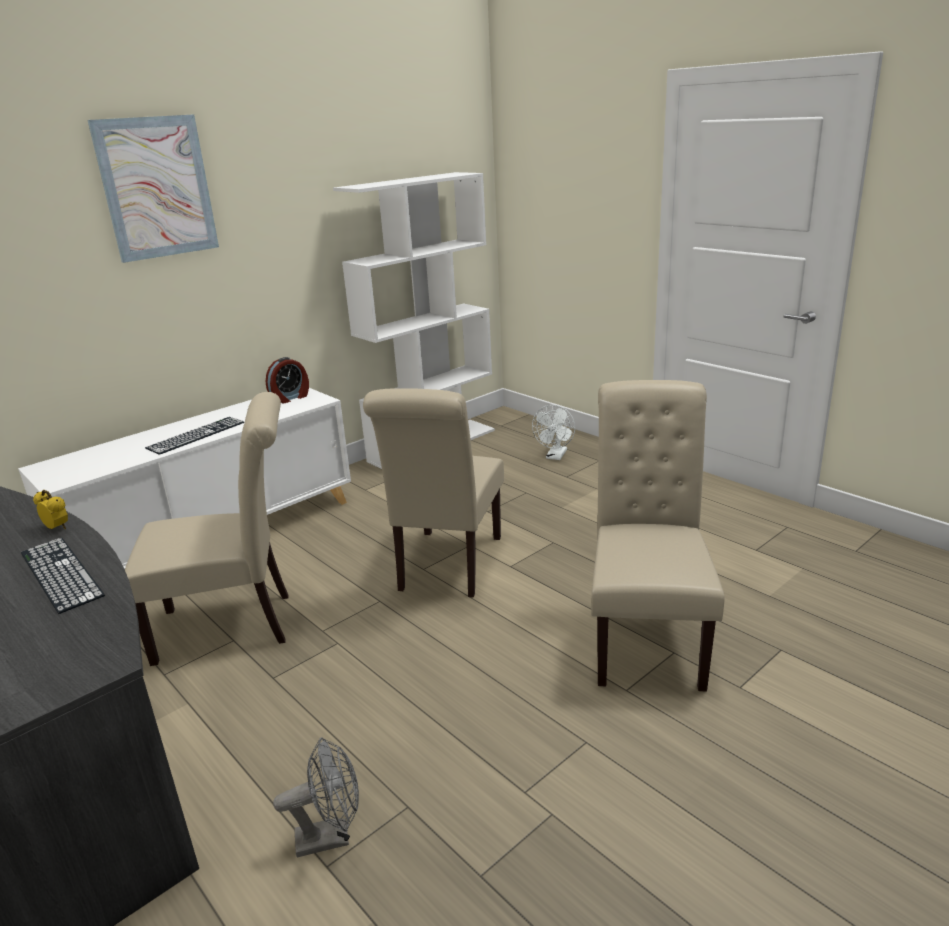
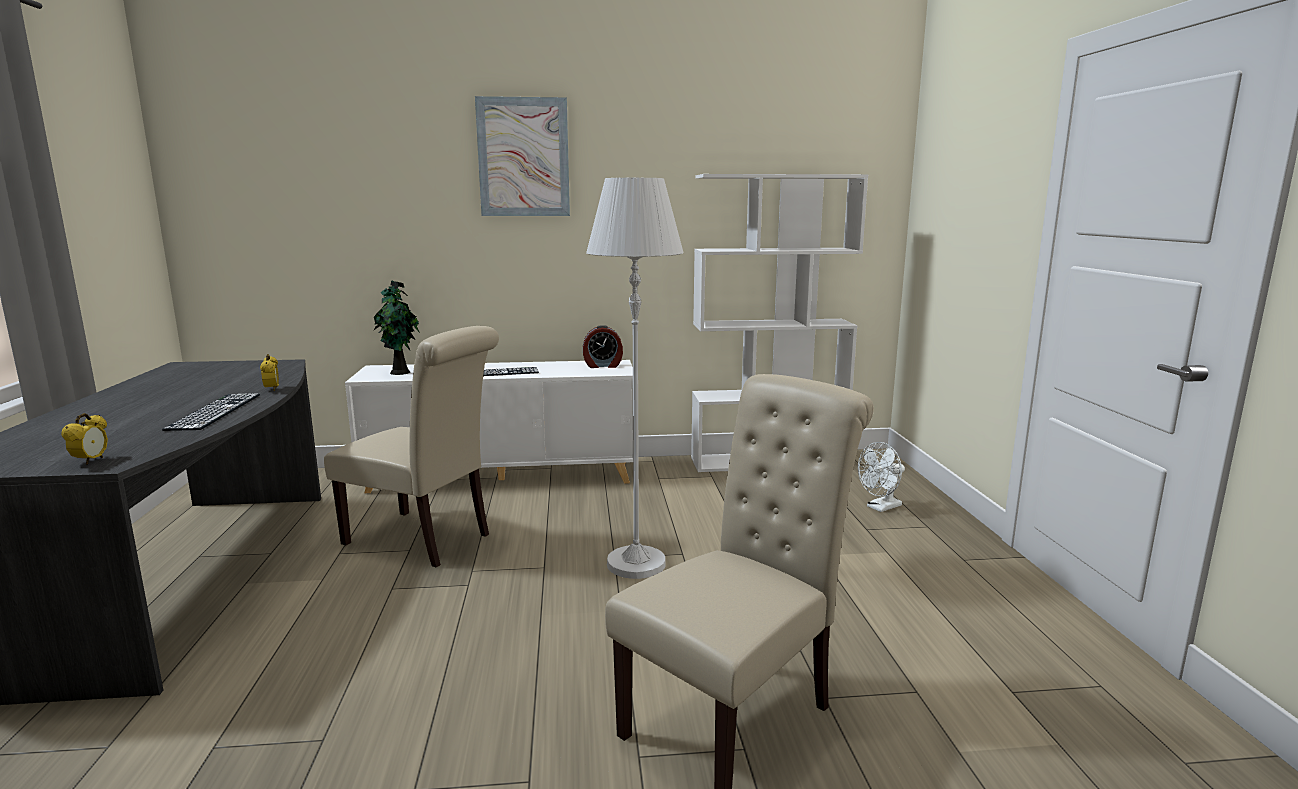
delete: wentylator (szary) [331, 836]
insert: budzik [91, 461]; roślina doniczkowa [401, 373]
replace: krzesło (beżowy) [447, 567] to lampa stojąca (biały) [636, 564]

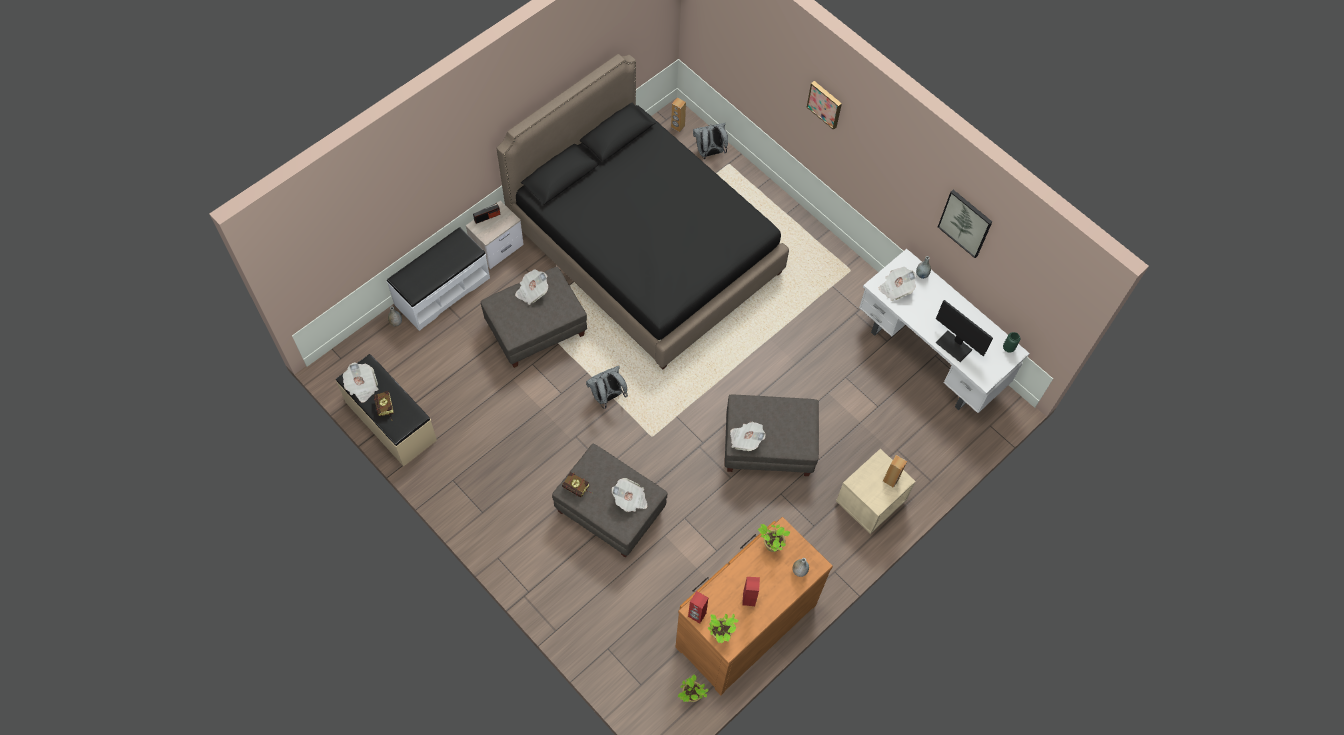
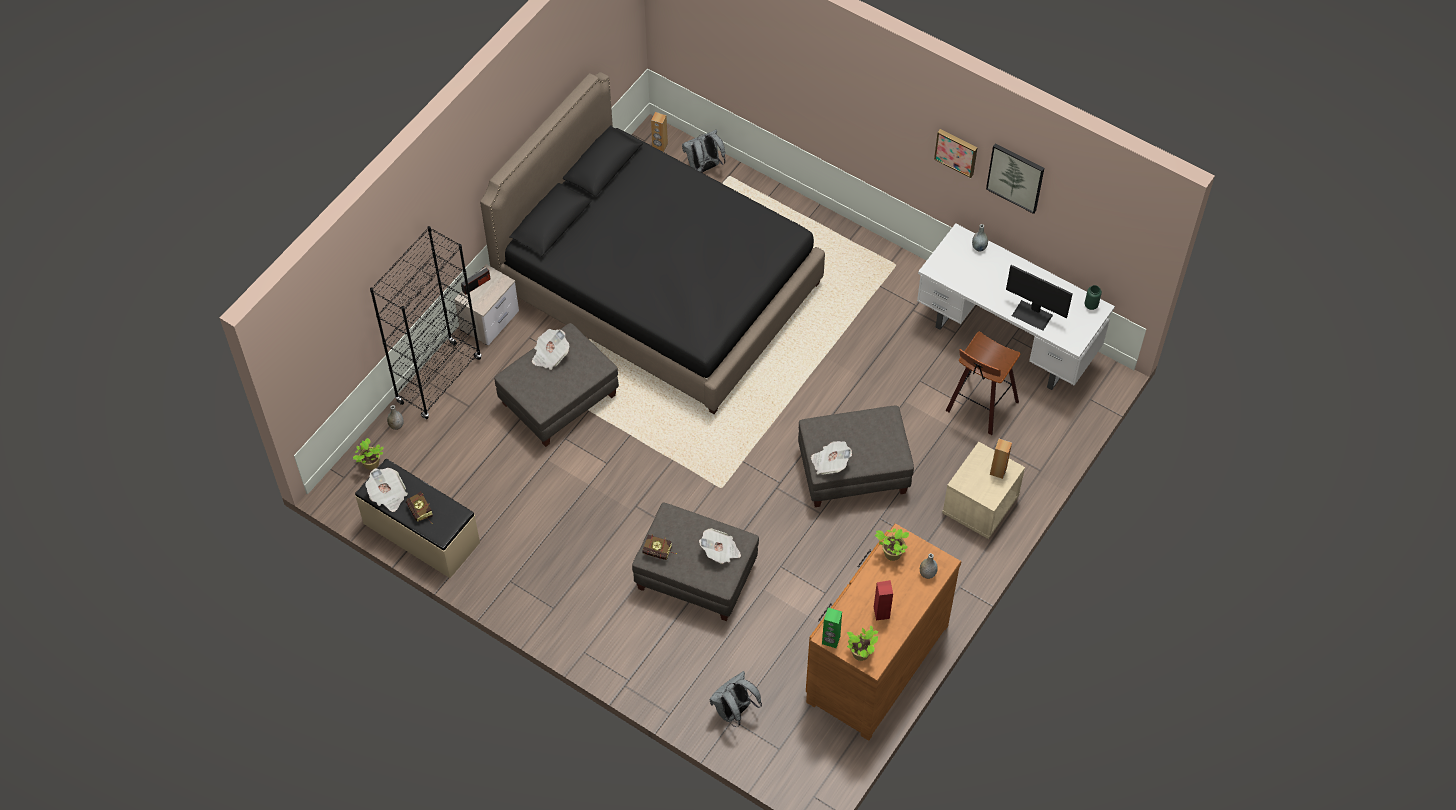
delete: gazeta [895, 288]
insert: stołek [979, 407]
move: plecak (szary) [607, 397] to [734, 711]; roślina doniczkowa [691, 696] to [371, 464]; obraz [825, 104] to [956, 151]
replace: ławka (biały) [442, 291] to regał (czarny) [439, 380]
recolor: głośnik (czerwony) [697, 615] to głośnik (zielony) [831, 640]

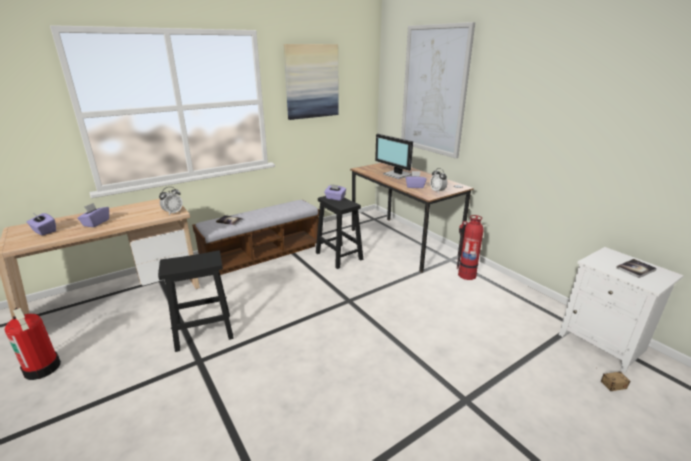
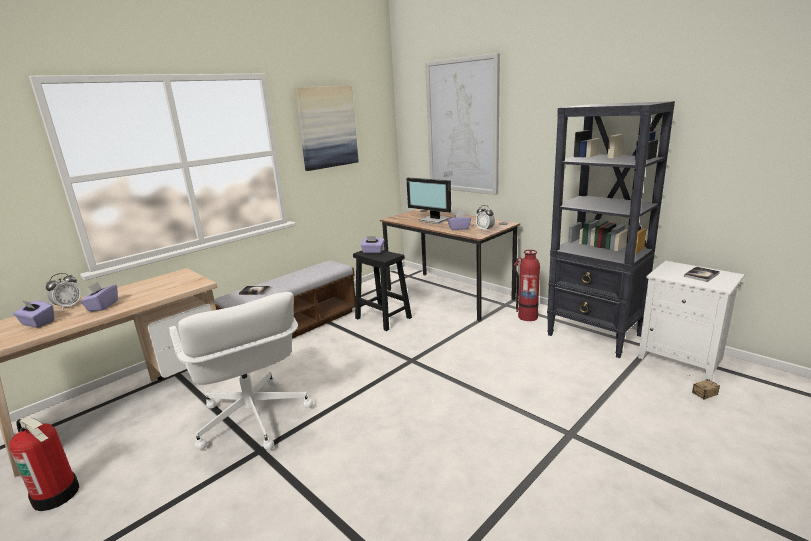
insert: regał (czarny) [595, 335]
move: budzik [173, 212] to [68, 306]
replace: stołek (czarny) [202, 332] to krzesło biurowe (biały) [252, 419]

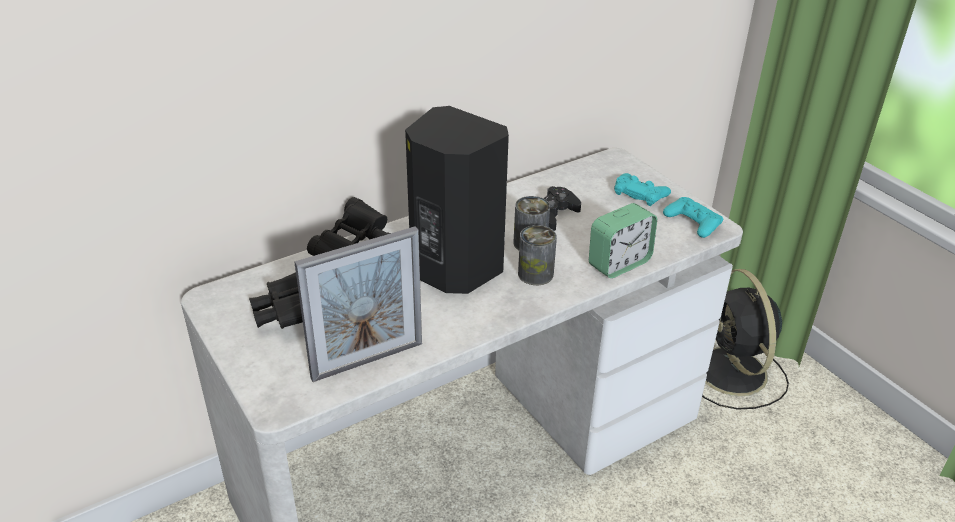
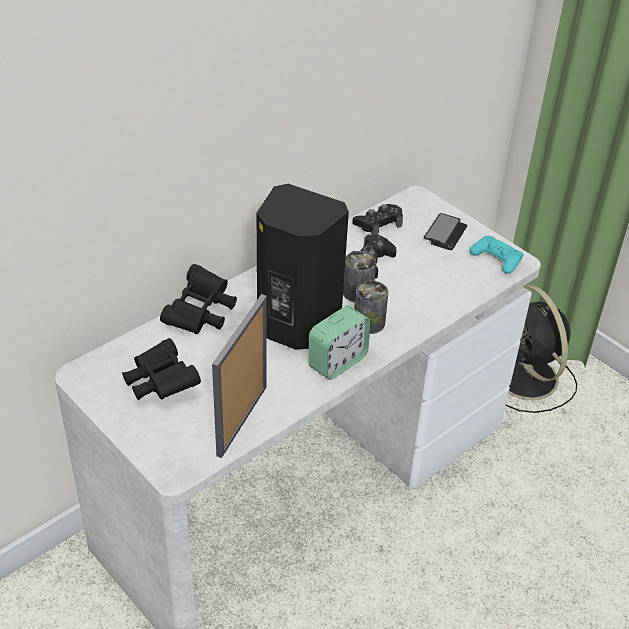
insert: pad do gier (czarny) [378, 224]
move: budzik [619, 263] to [337, 362]
replace: pad do gier (turkusowy) [640, 193] to telefon [445, 233]
rotate: ramka na zdjęcie [367, 361] = [242, 420] 150 degrees clockwise

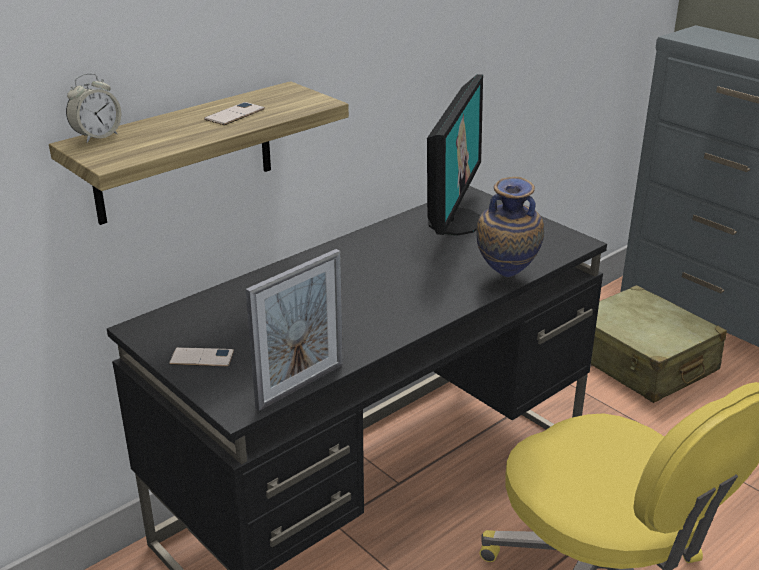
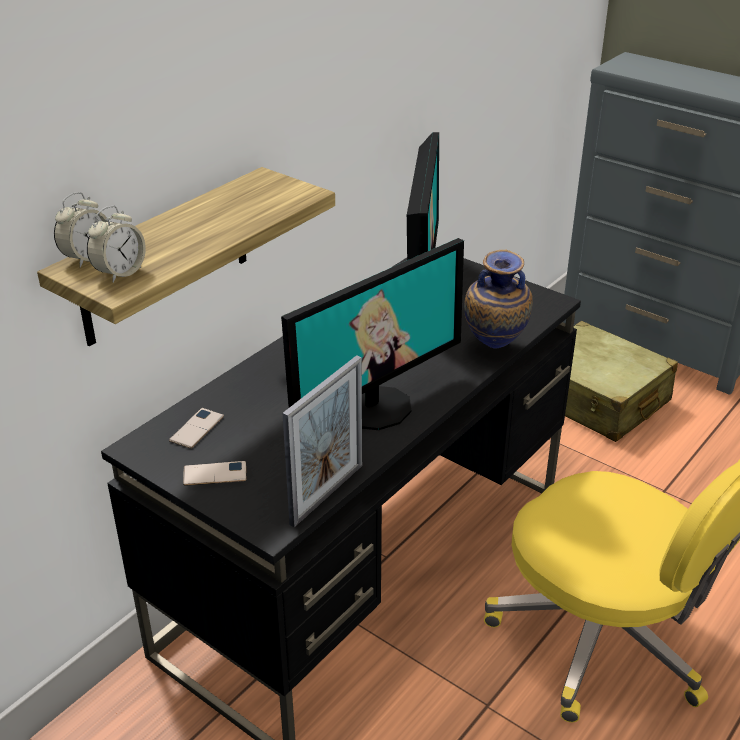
insert: budzik [120, 273]; monitor [375, 407]
move: telefon [235, 114] to [197, 428]

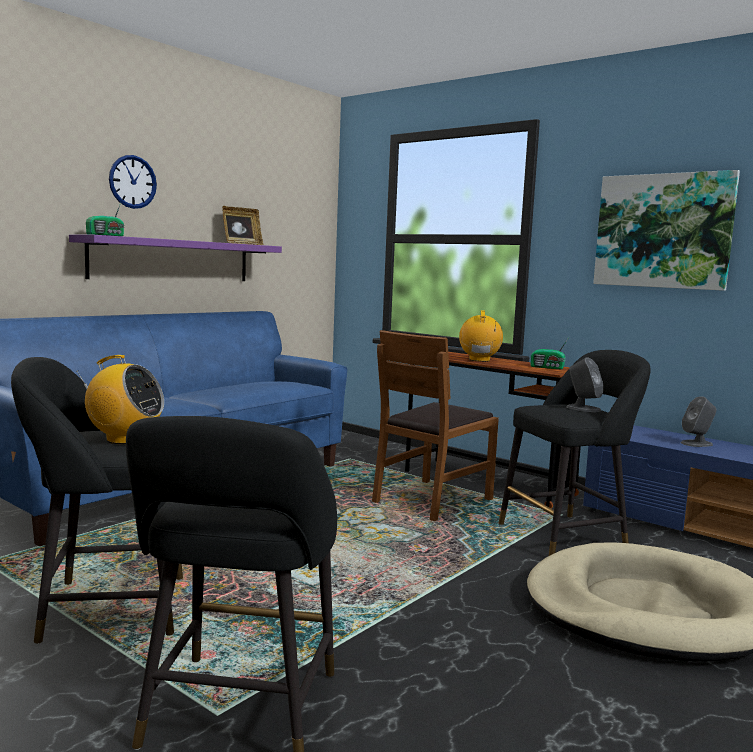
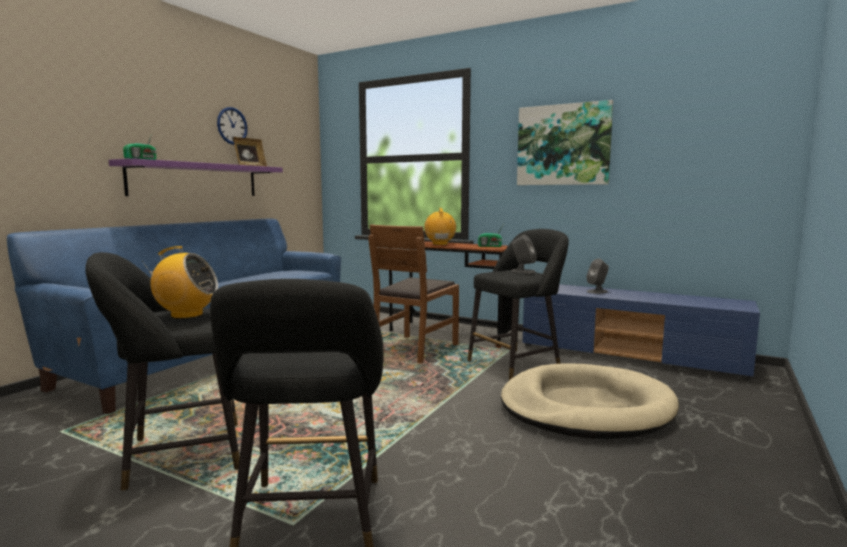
move: zegar ścienny [132, 182] to [232, 126]

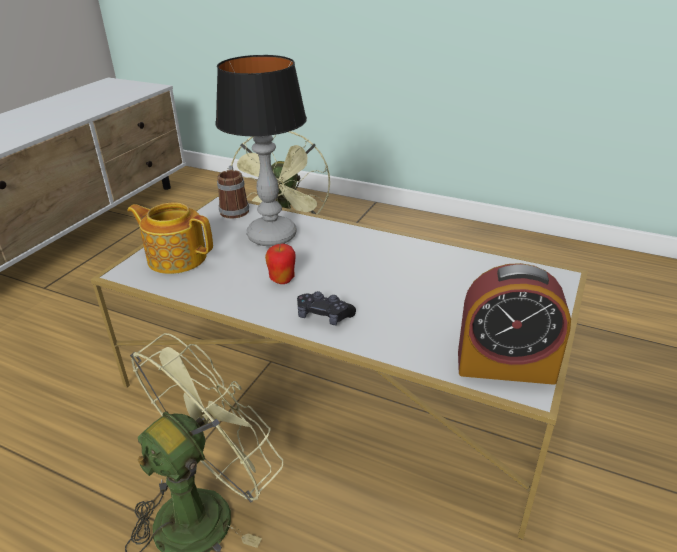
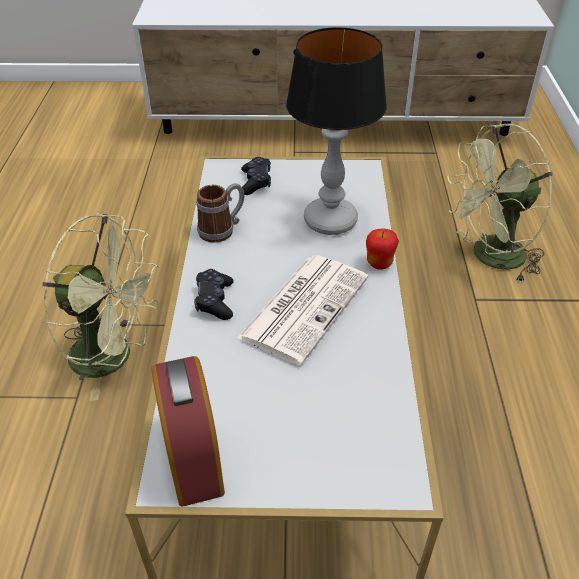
insert: gazeta [304, 306]
move: kubek [234, 209] to [222, 229]; jabłko [282, 279] to [379, 264]
replace: imbryk [176, 257] to pad do gier (czarny) [256, 182]

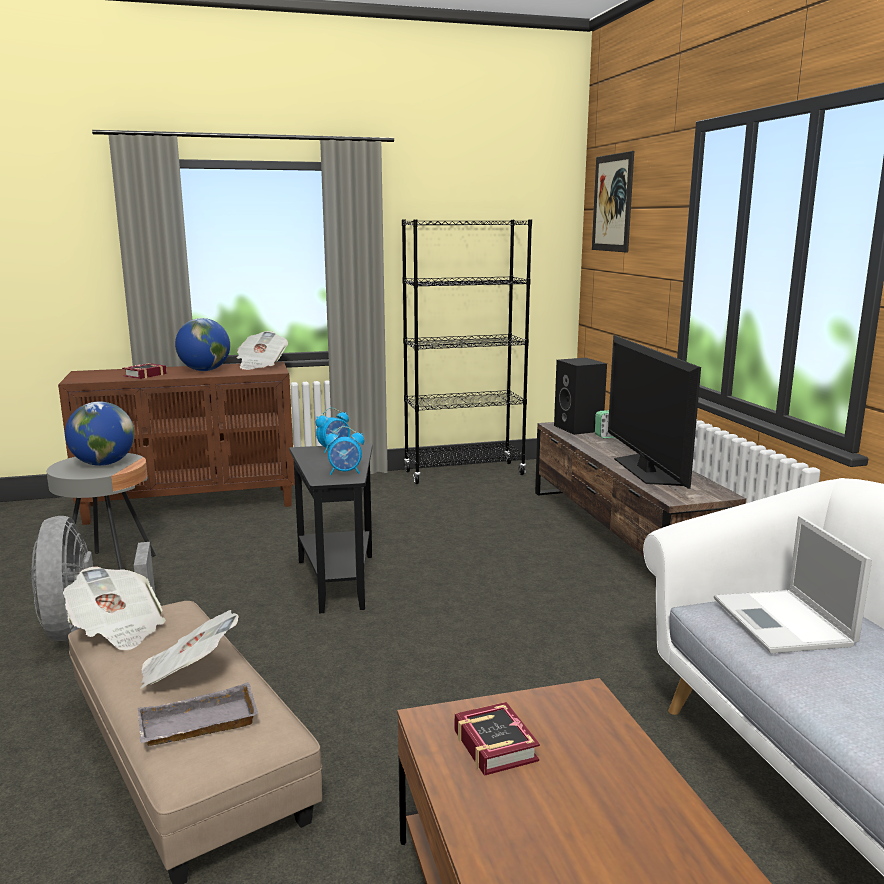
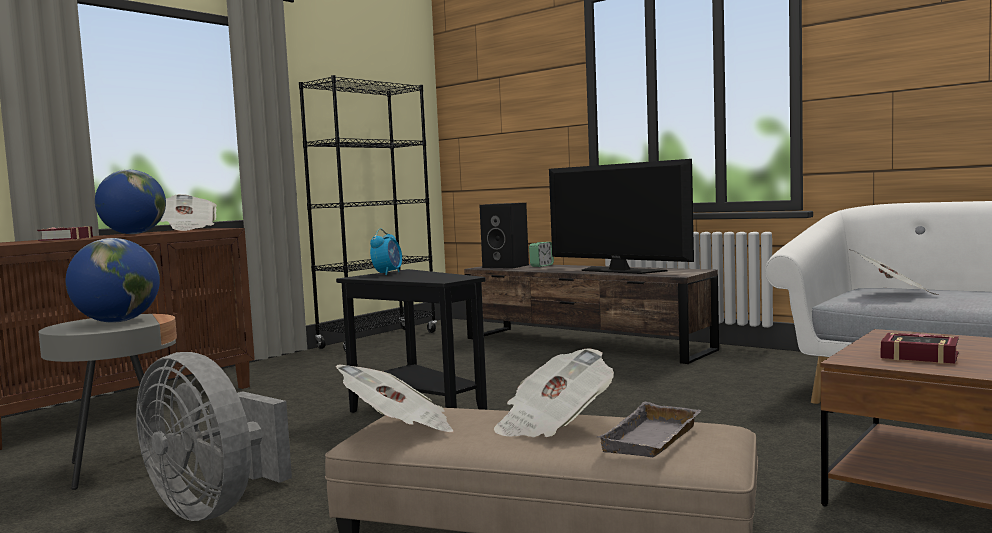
delete: budzik [345, 472]; obraz [612, 203]
replace: laptop [784, 623] to gazeta [893, 293]

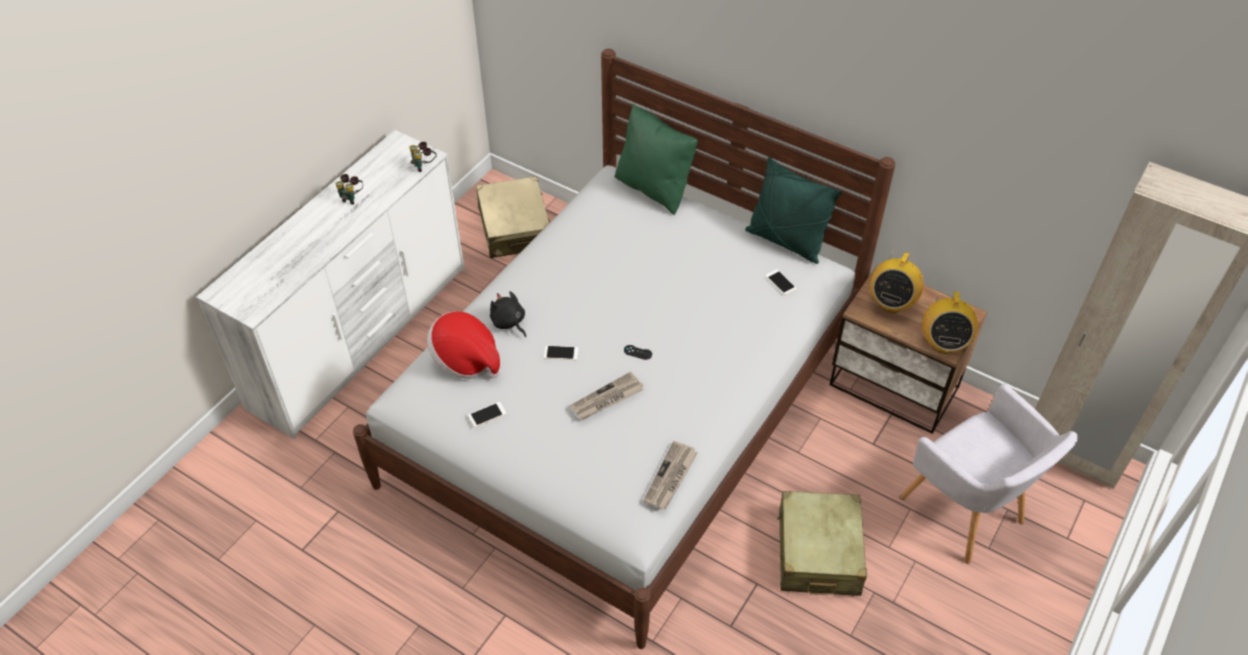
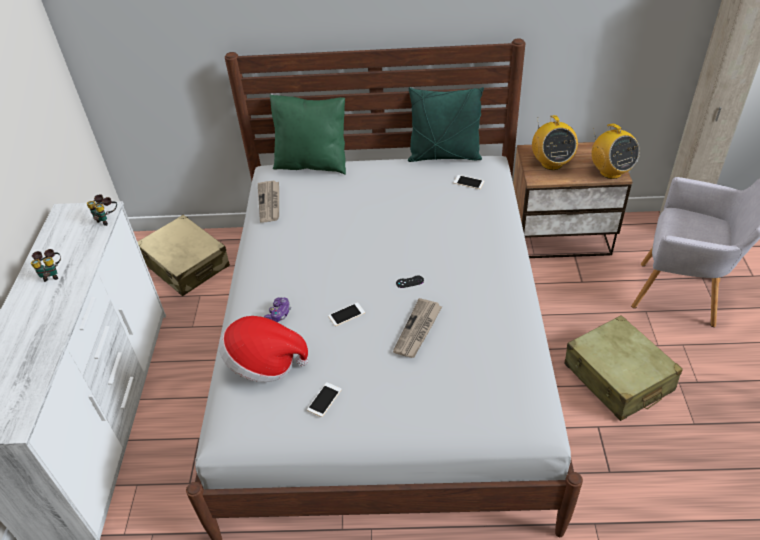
move: gazeta [671, 477] to [270, 202]
replace: pluszak (czarny) [509, 323] to pad do gier [279, 314]

